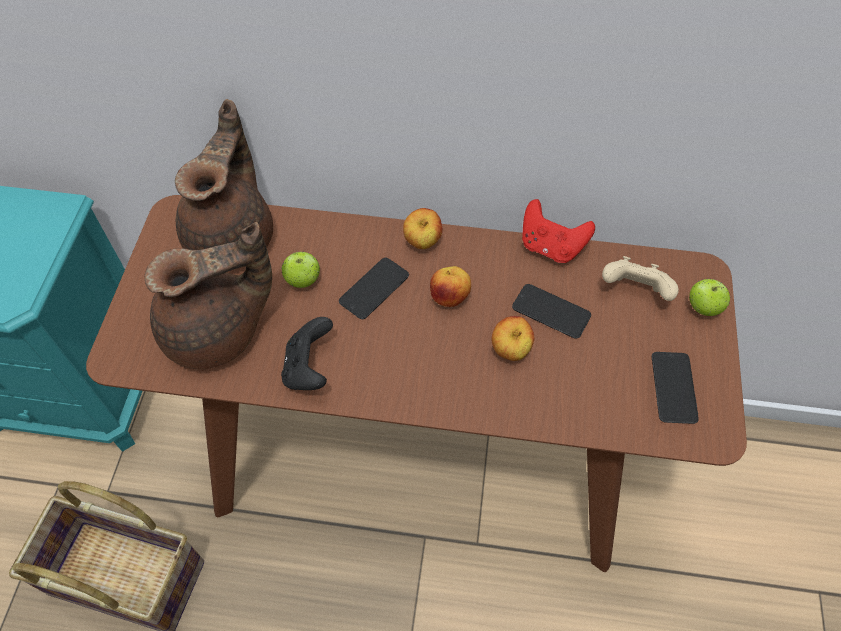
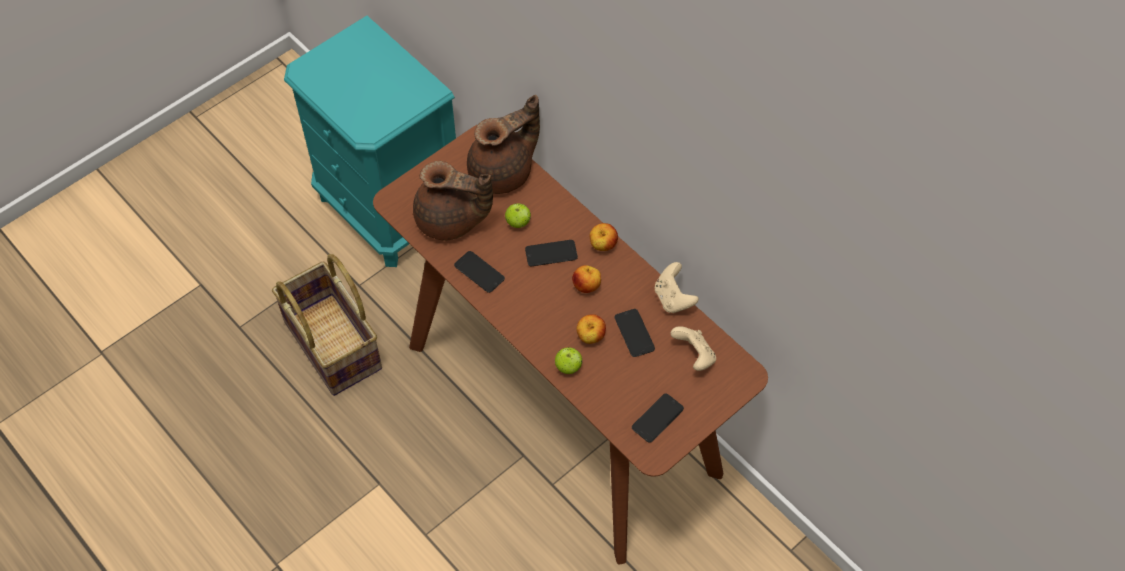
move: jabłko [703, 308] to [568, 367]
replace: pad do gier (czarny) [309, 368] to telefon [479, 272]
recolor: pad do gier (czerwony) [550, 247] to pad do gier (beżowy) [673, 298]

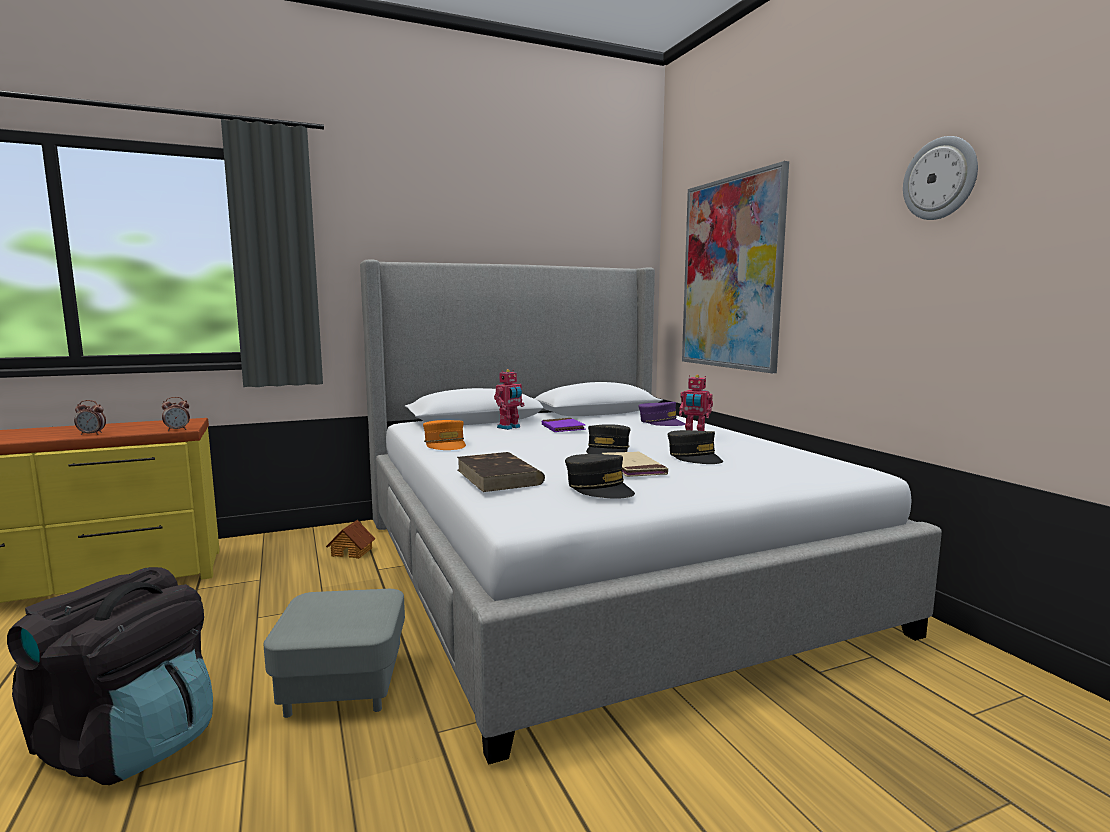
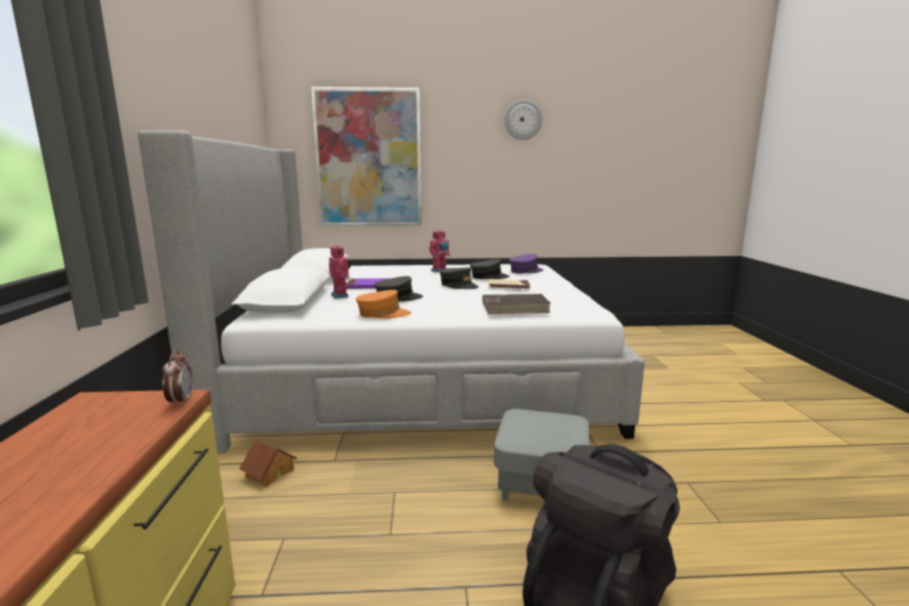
delete: budzik [92, 434]
move: czapka z daszkiem (szary) [599, 488] to [398, 298]; czapka z daszkiem (fioletowy) [661, 422] to [526, 271]

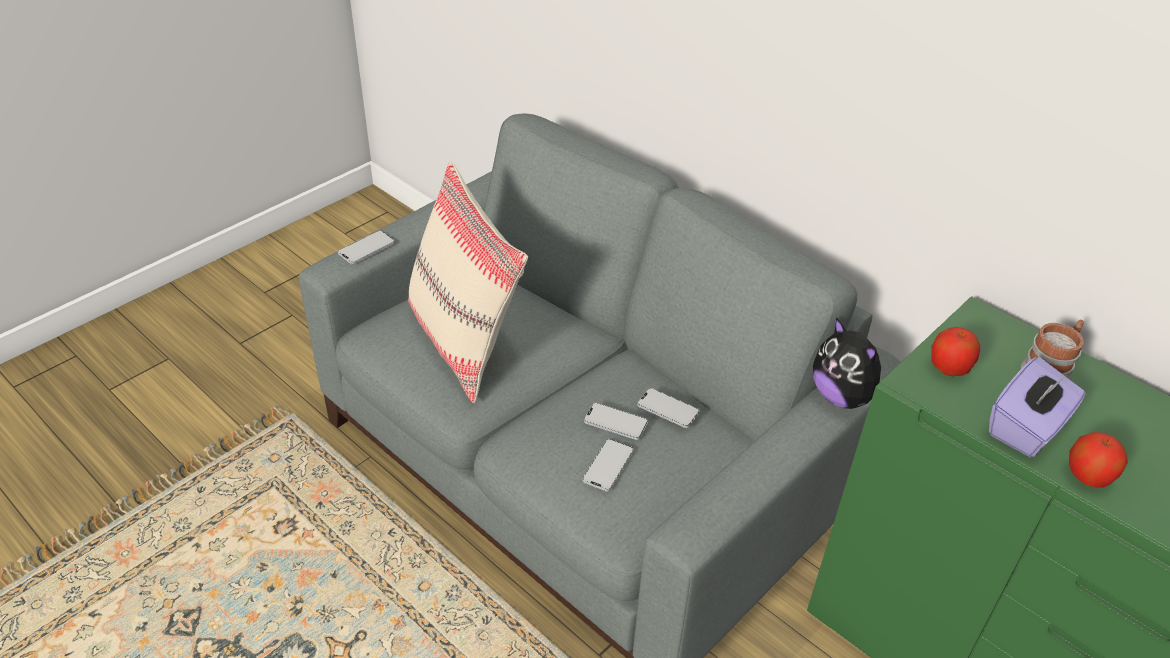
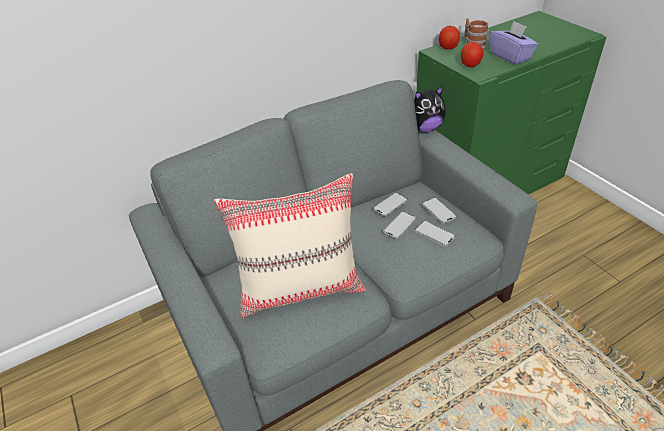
move: telefon [366, 248] to [438, 211]; jabłko [1087, 476] to [448, 48]

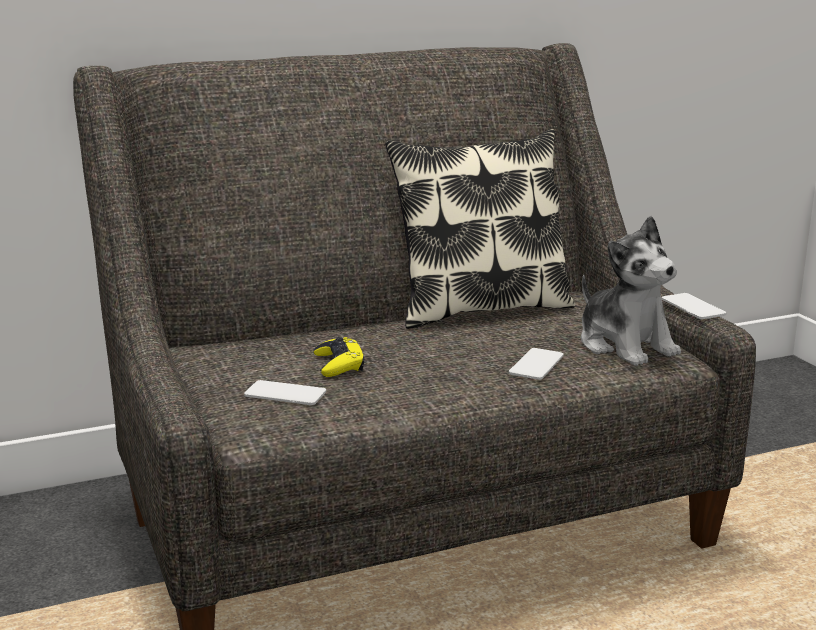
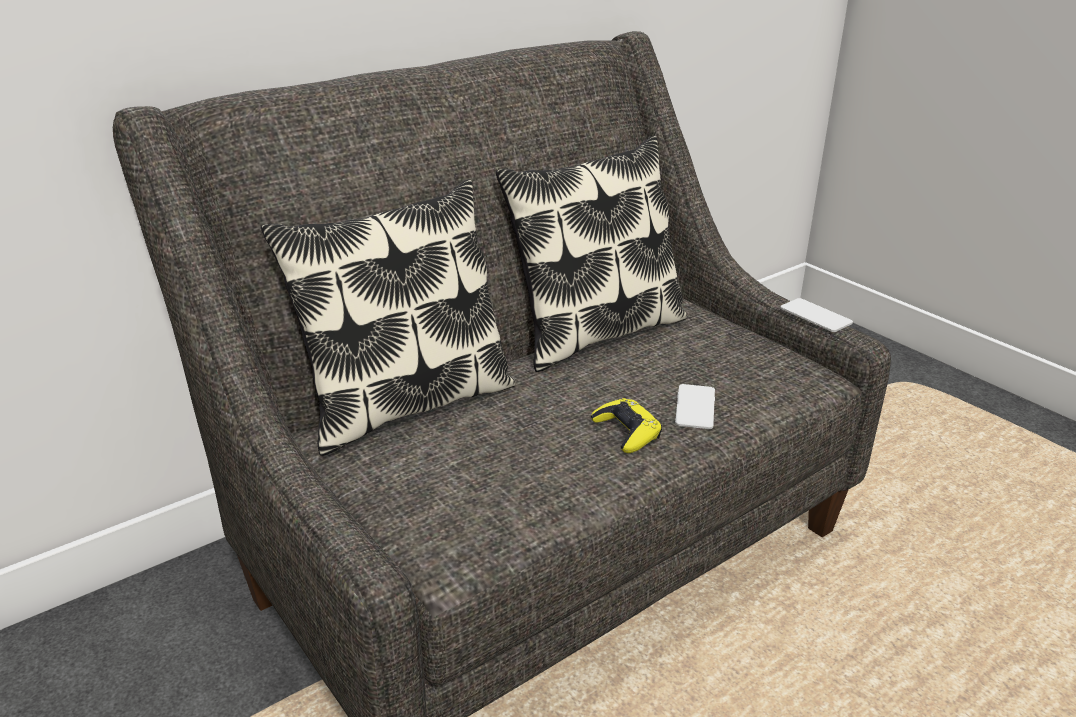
delete: telefon [285, 394]; pluszak [625, 345]
insert: poduszka [406, 403]
move: pad do gier (żółty) [339, 364] to [626, 432]

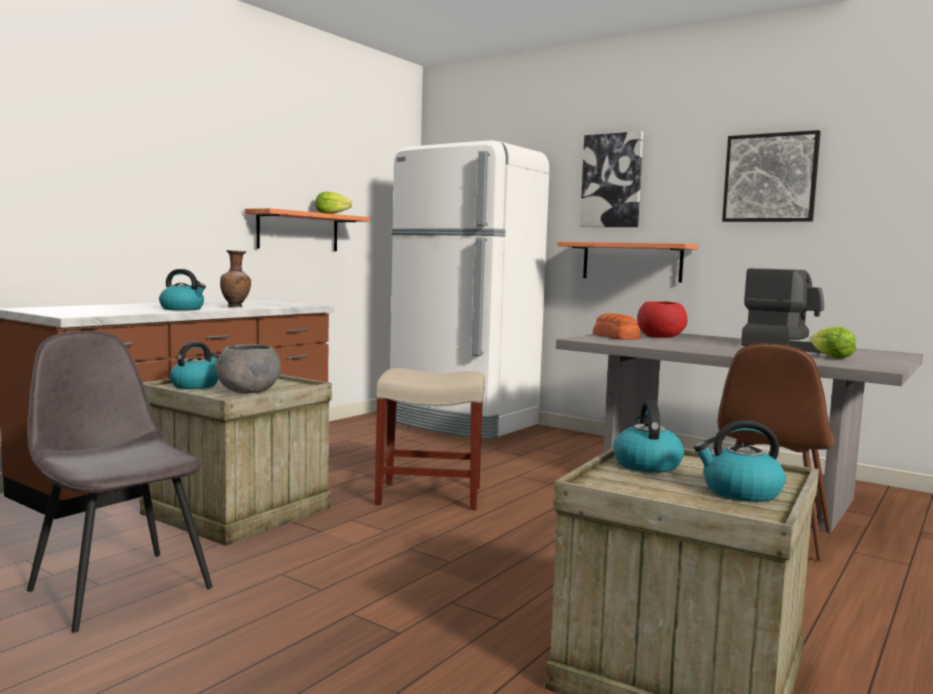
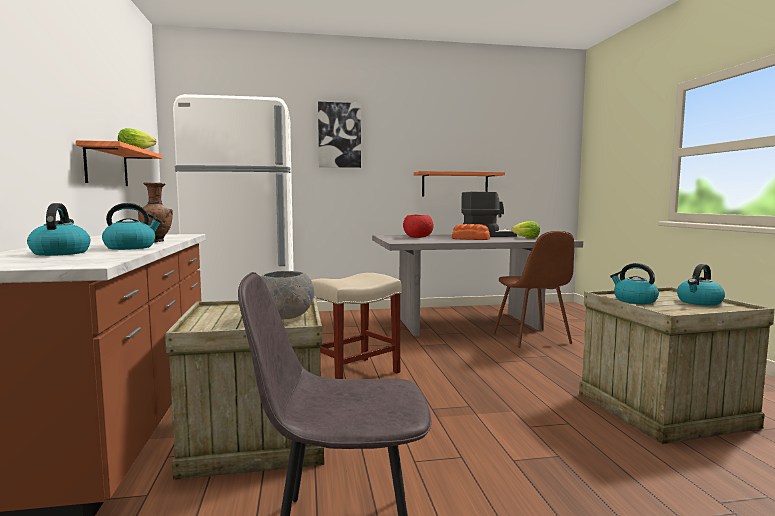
delete: obraz [770, 178]
move: czajnik [195, 385] to [60, 253]; półka [631, 262] to [455, 184]; chleb [616, 337] to [471, 239]

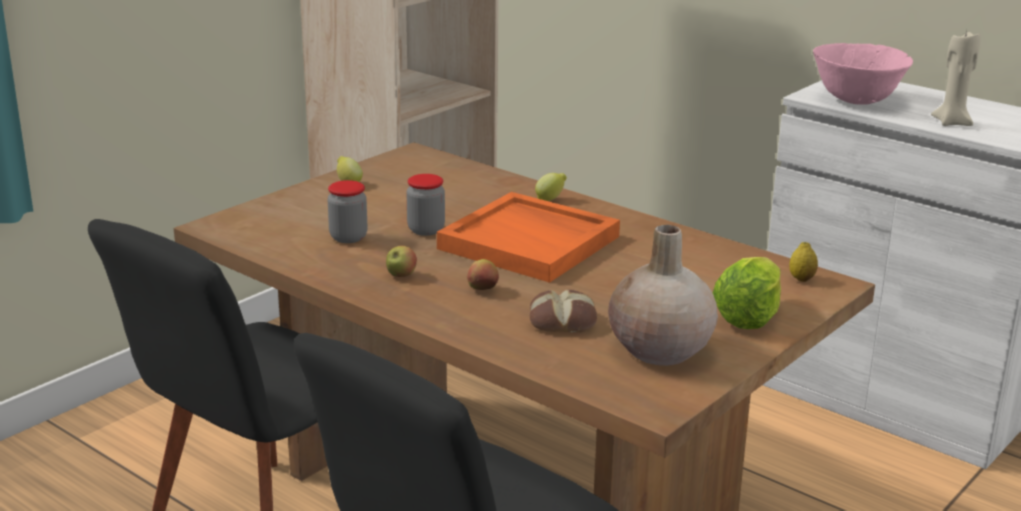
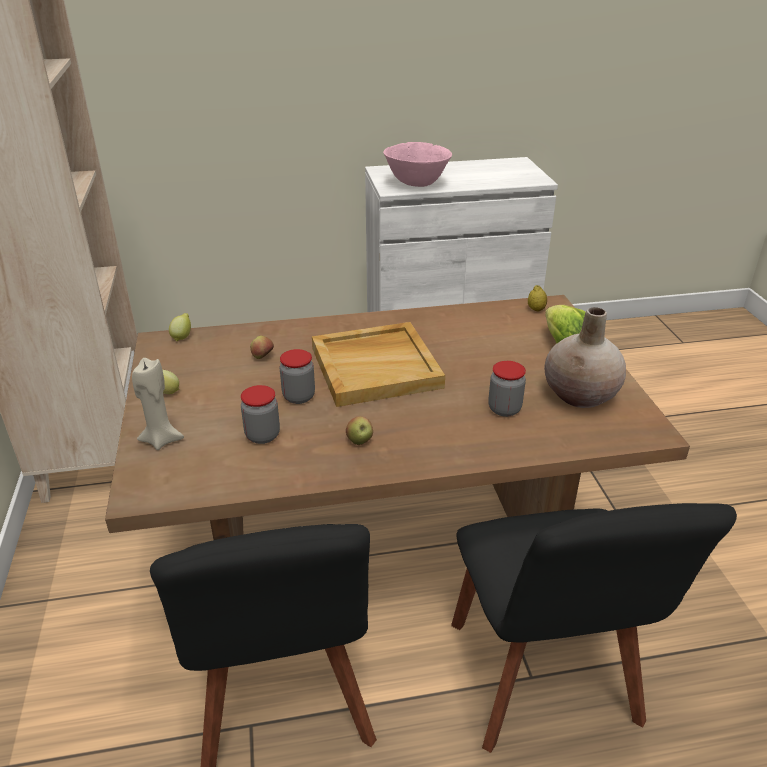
move: jabłko [482, 290] to [262, 357]; cytryna [550, 199] to [182, 337]; świeca (beżowy) [952, 123] to [161, 440]
replace: chleb [562, 320] to słoik [504, 409]
recolor: taca (pomarańczowy) [531, 242] to taca (beżowy) [376, 367]

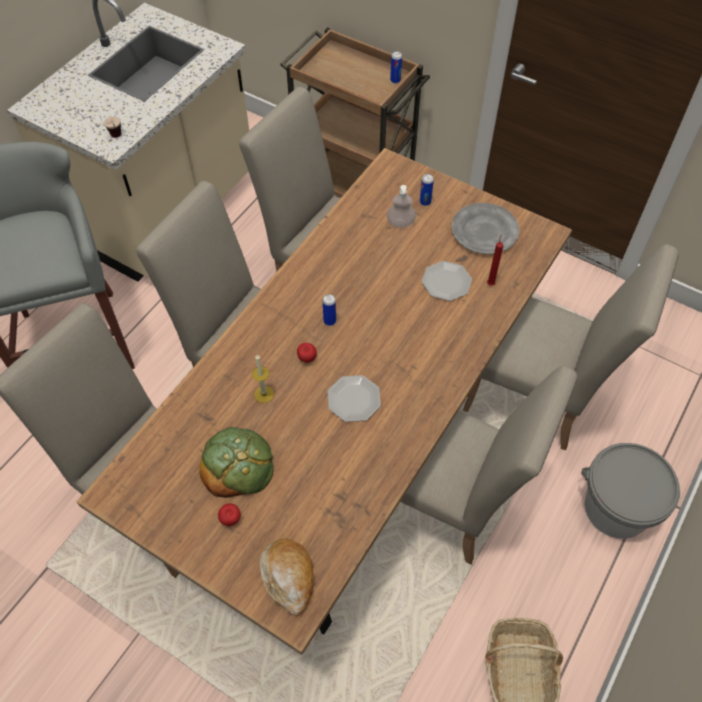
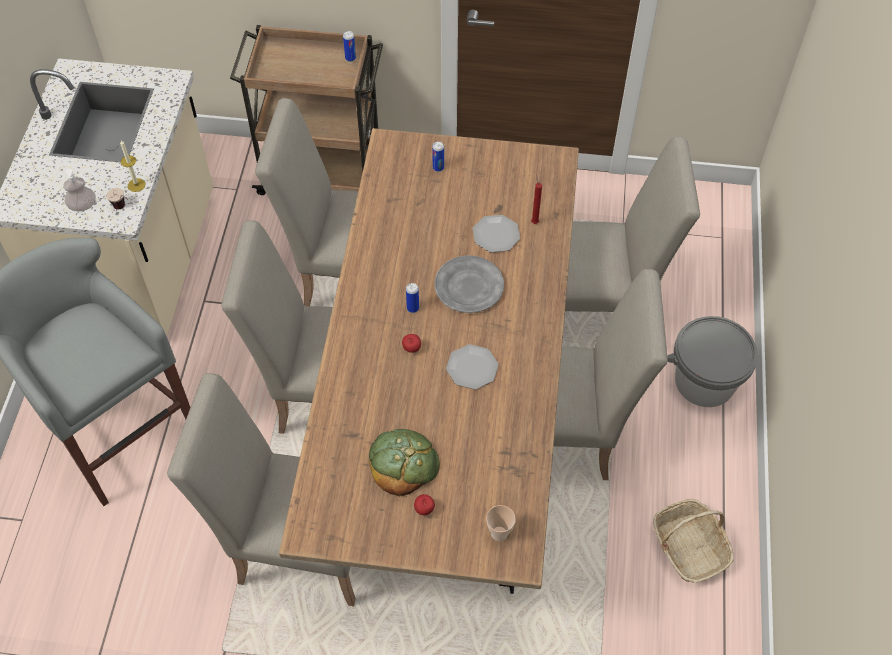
move: świeca [264, 394] to [136, 185]; dozownik mydła [400, 223] to [83, 206]; talerz (szary) [484, 232] to [468, 287]
replace: chleb [289, 577] to filiżanka [499, 533]

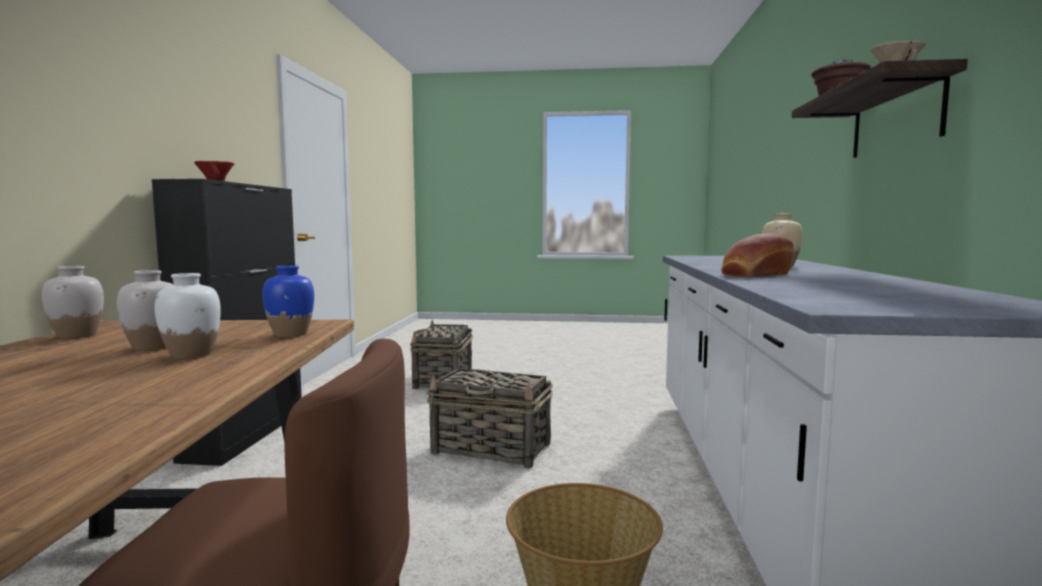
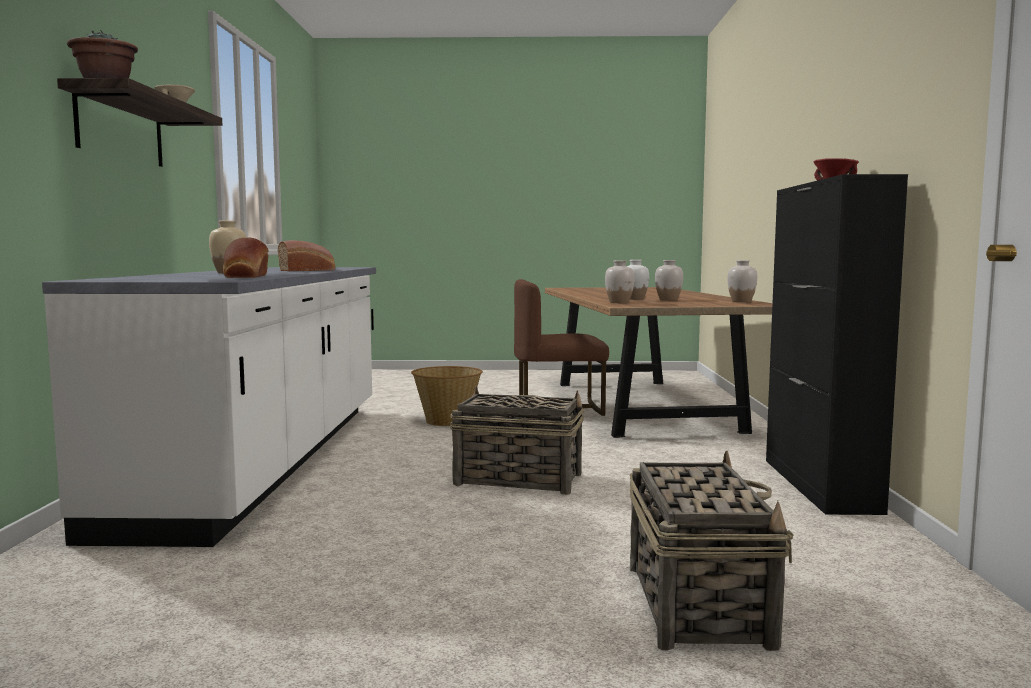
insert: chleb [246, 276]
recolor: wazon (niebieski) [290, 334] to wazon (biały) [619, 302]

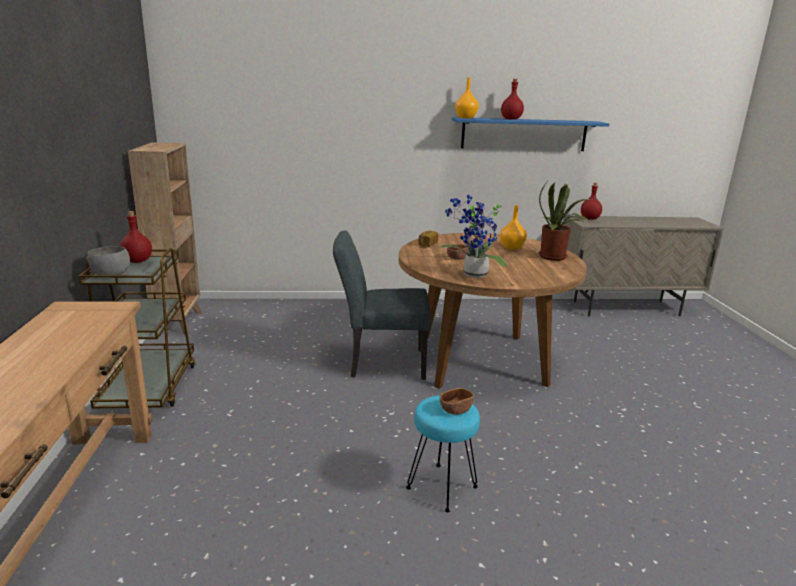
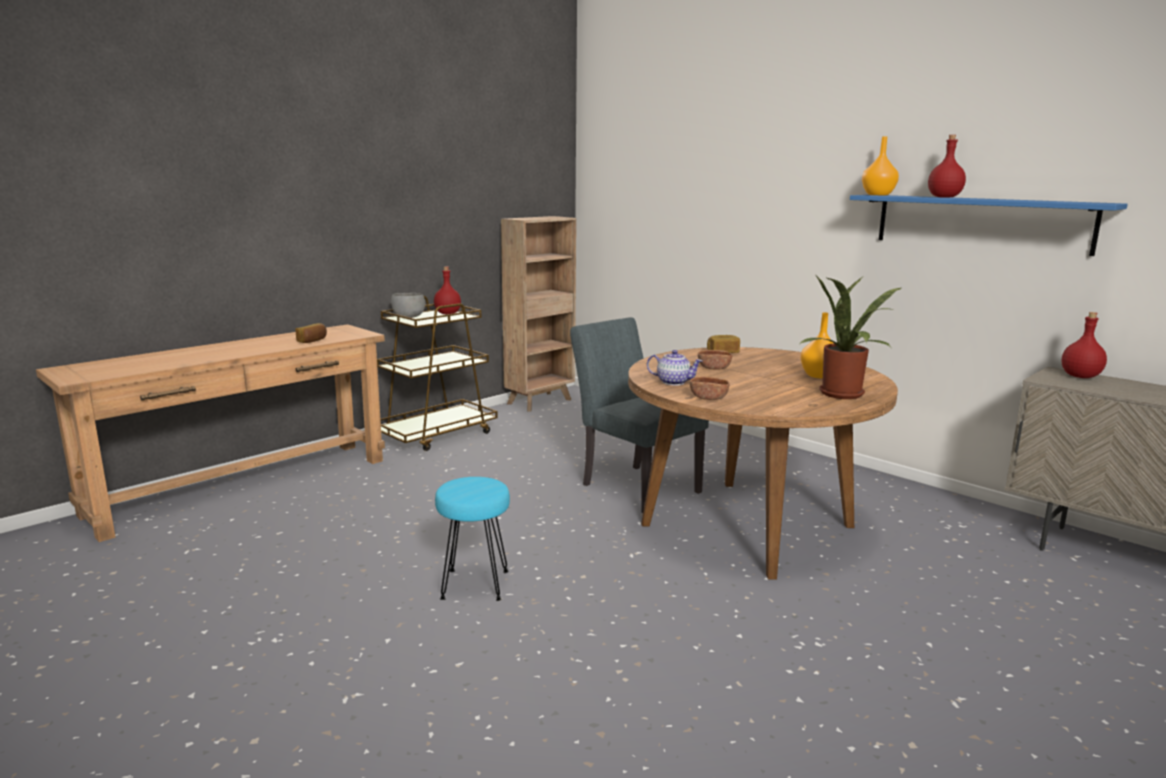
insert: chleb [312, 341]
move: miska (brązowy) [455, 409] to [708, 397]
replace: roślina doniczkowa [472, 275] to imbryk [673, 382]

